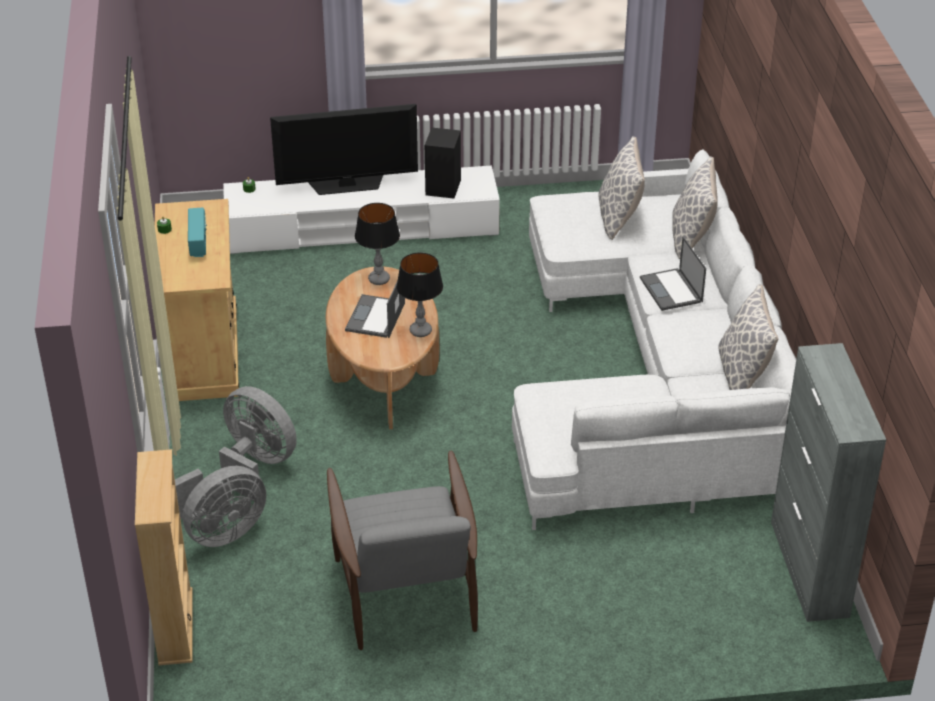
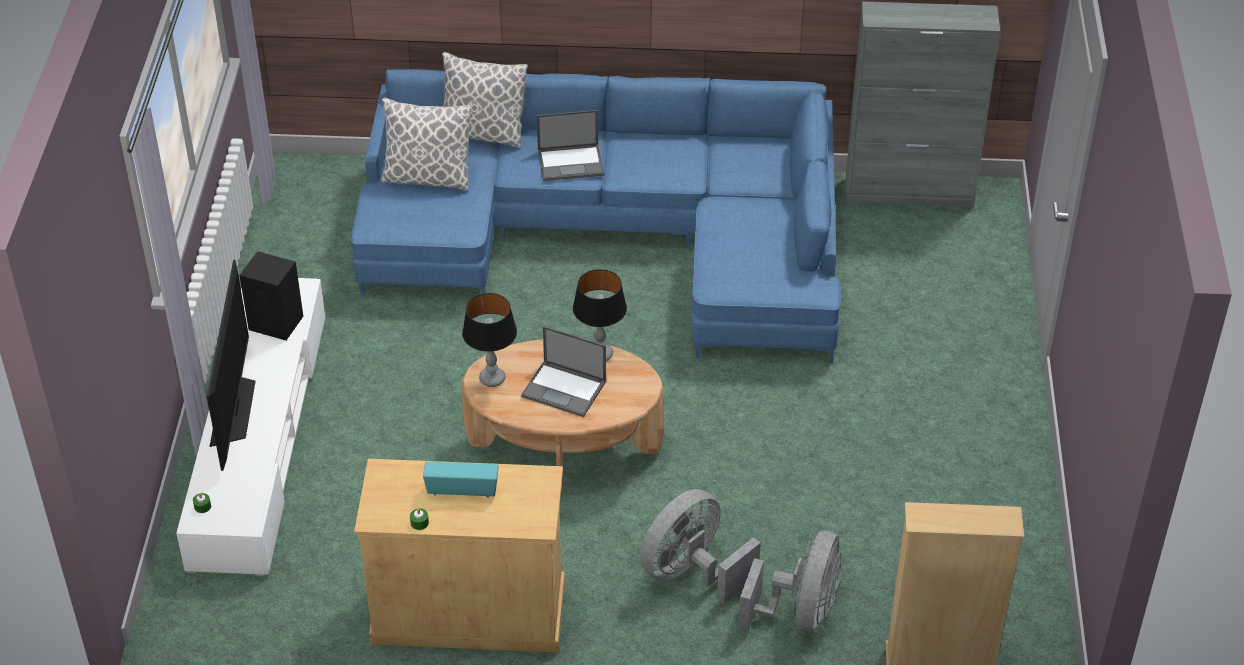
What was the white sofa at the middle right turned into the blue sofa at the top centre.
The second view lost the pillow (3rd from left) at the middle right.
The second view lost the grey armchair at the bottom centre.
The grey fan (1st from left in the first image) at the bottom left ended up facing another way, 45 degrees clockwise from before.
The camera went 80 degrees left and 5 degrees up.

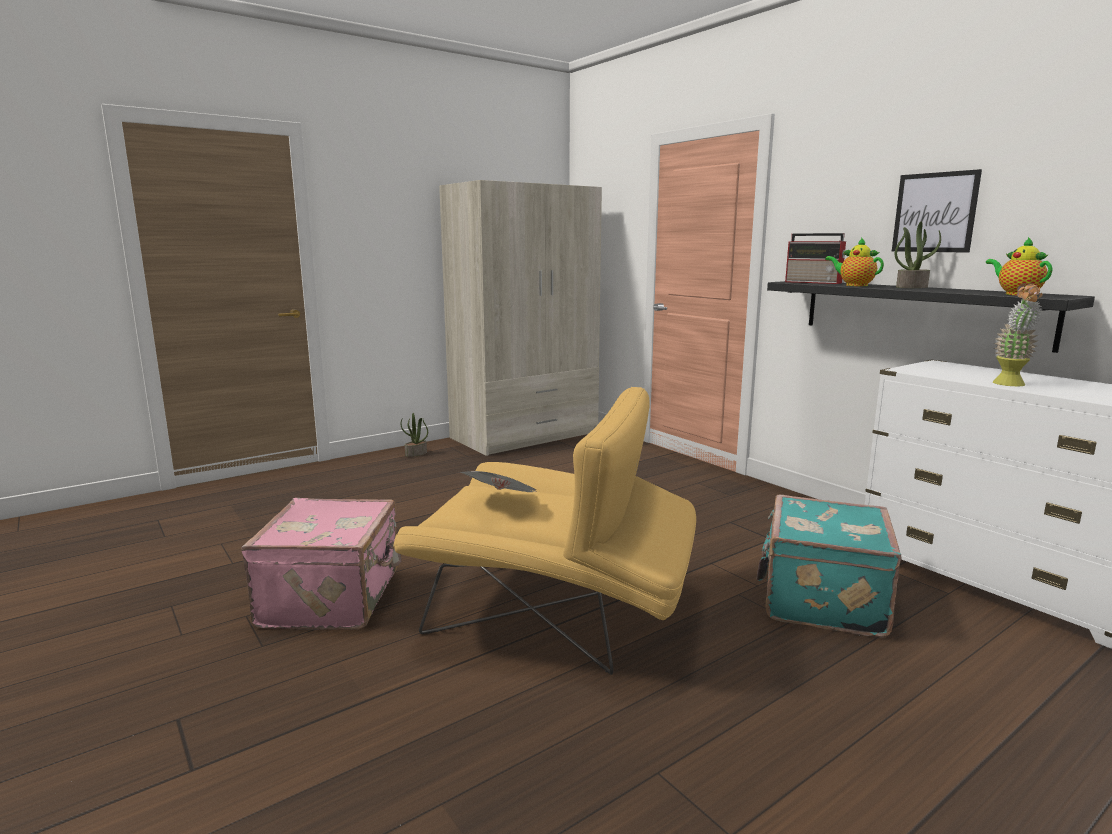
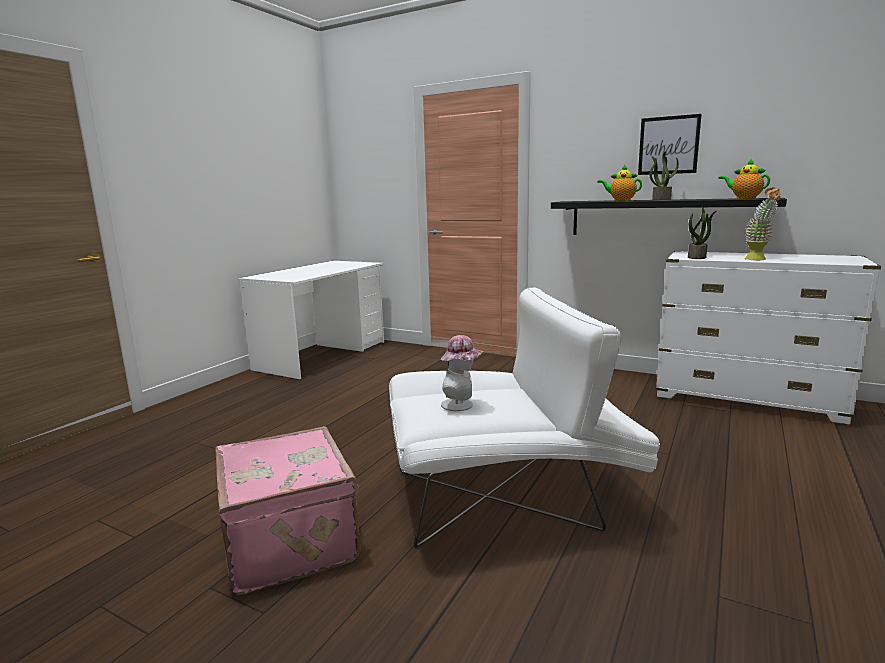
Where the beige wardrobe stood at the centre, the white desk came to stand at the centre.
The second view lost the radio at the top right.
What was the yellow armchair at the centre turned into the white armchair at the centre.
The potted plant (1st from left in the first image) ended up elsewhere, having gone from the centre to the middle right.
Where the newspaper stood at the centre, the hat came to stand at the centre.
The second view lost the turquoise suitcase at the bottom right.
The camera went 25 degrees left and 0 degrees up.

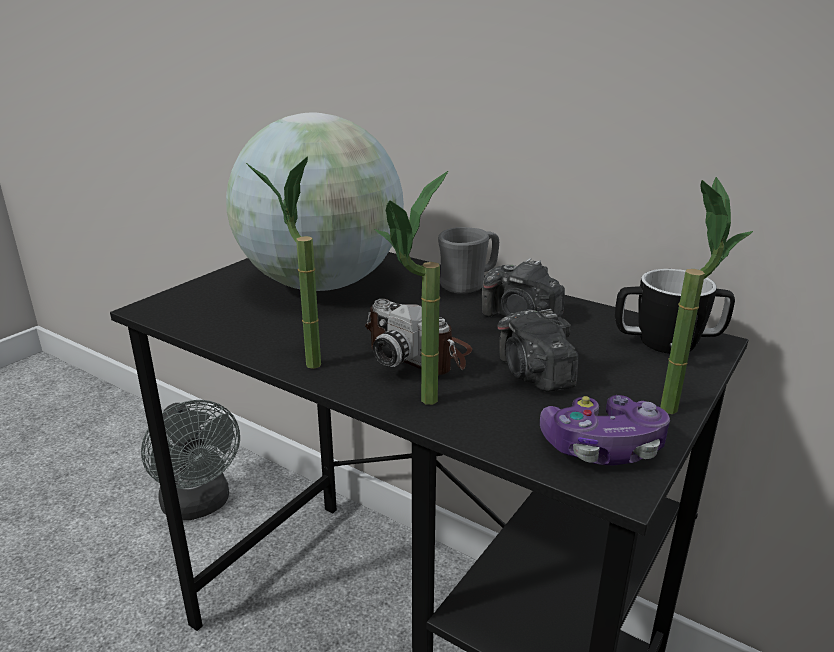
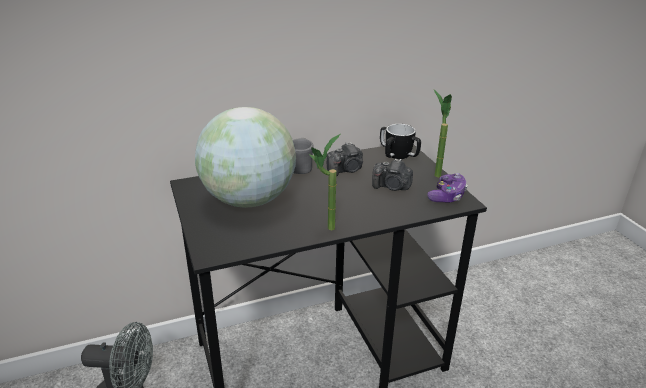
The second view lost the potted plant (2nd from left) at the centre.
The second view lost the photo camera (1st from left) at the centre.
The camera went 55 degrees left and 5 degrees up.

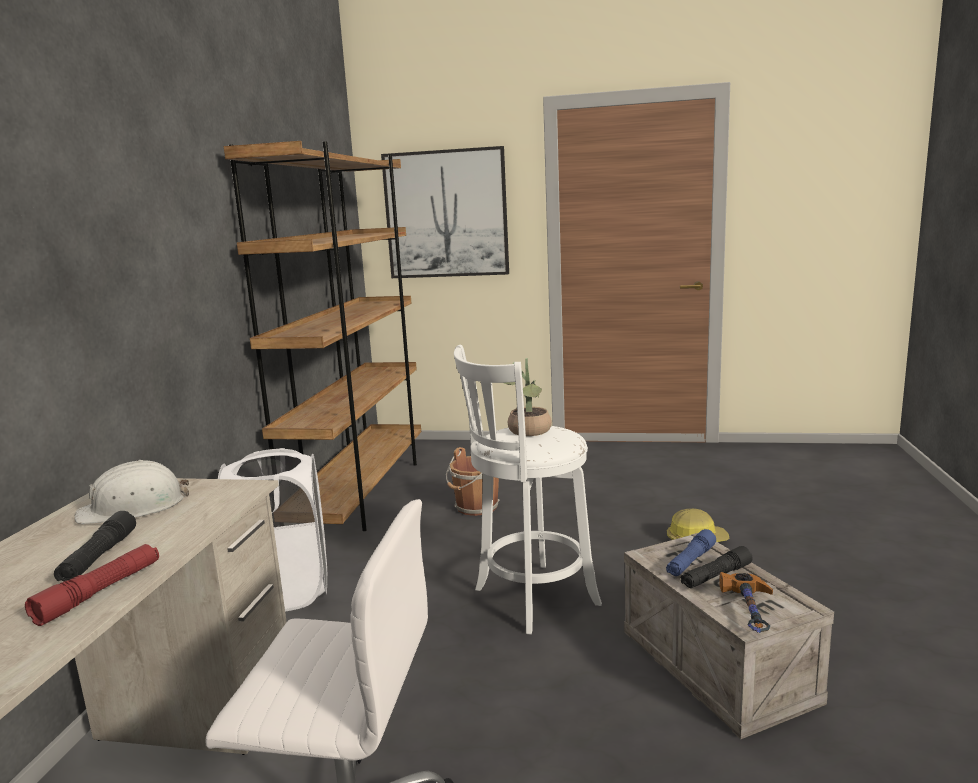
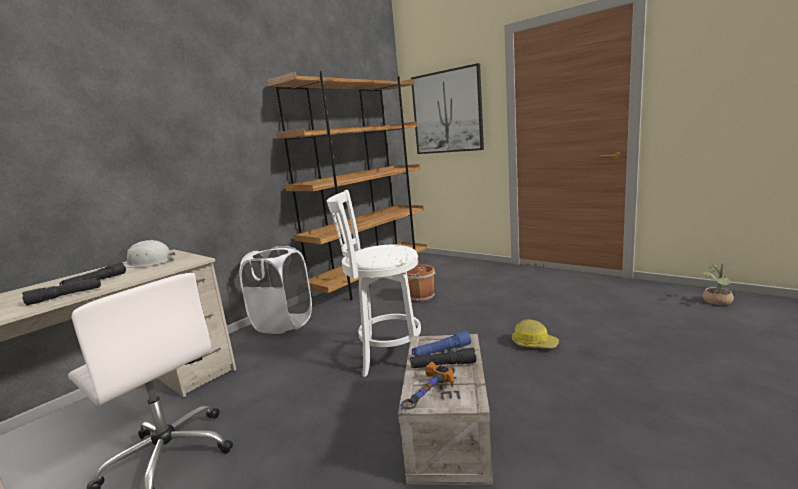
The potted plant ended up elsewhere, having gone from the centre to the middle right.
What was the red flashlight at the bottom left turned into the black flashlight (1st from left) at the middle left.
The camera went 30 degrees right and 0 degrees up.

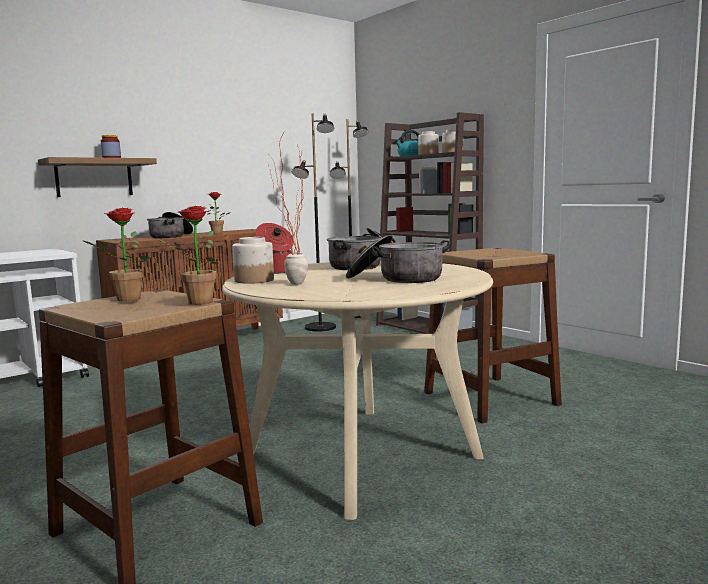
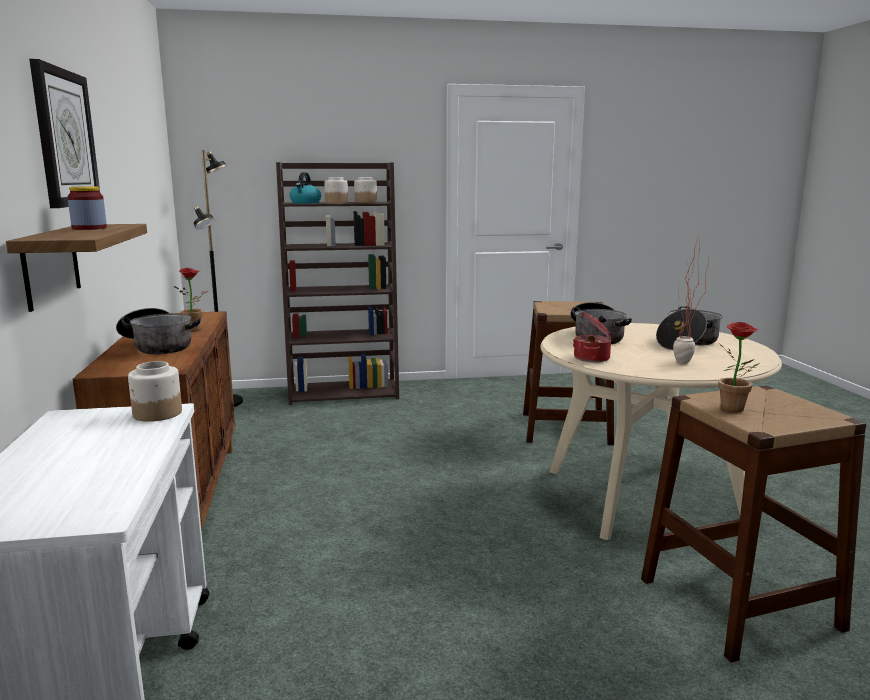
The second view lost the black floor lamp (1st from left) at the centre.
The second view lost the potted plant (2nd from left) at the middle left.
The jar (2nd from left) ended up elsewhere, having gone from the centre to the middle left.
The second view gained the wall clock at the top left.
The camera went 60 degrees left and 5 degrees up.

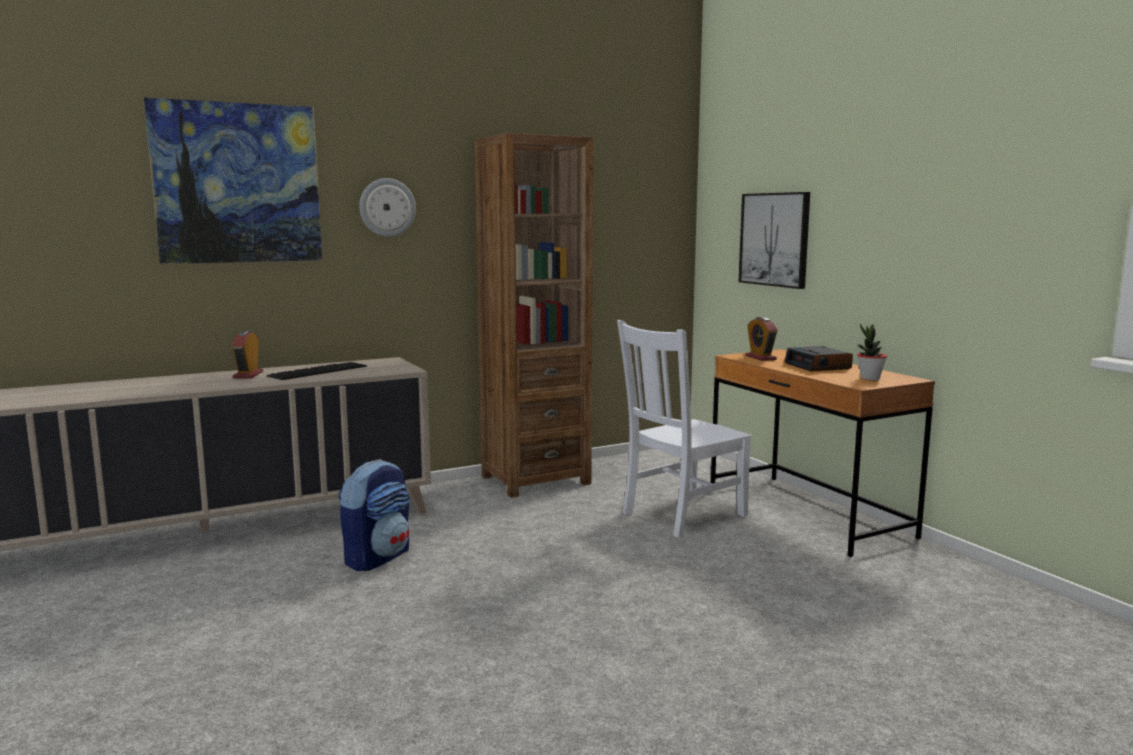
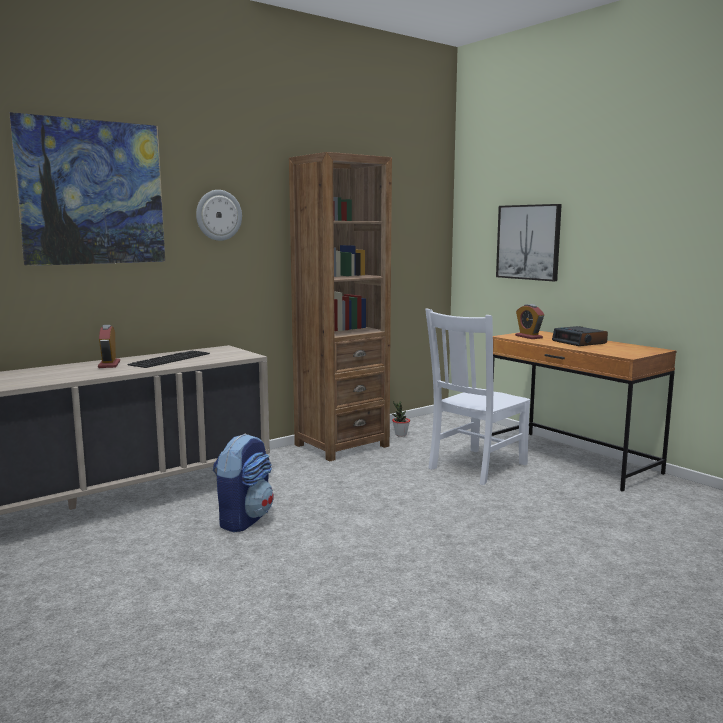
The potted plant ended up elsewhere, having gone from the middle right to the centre.
The camera went 10 degrees left and 0 degrees up.

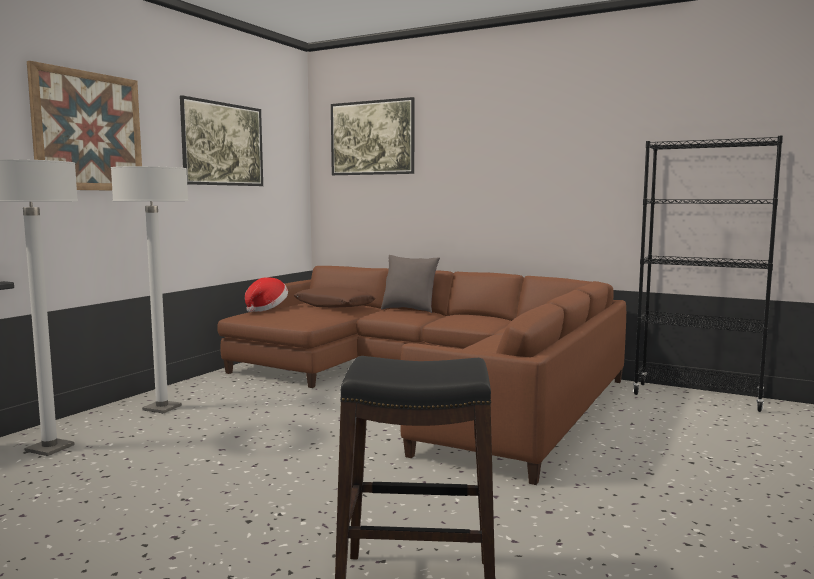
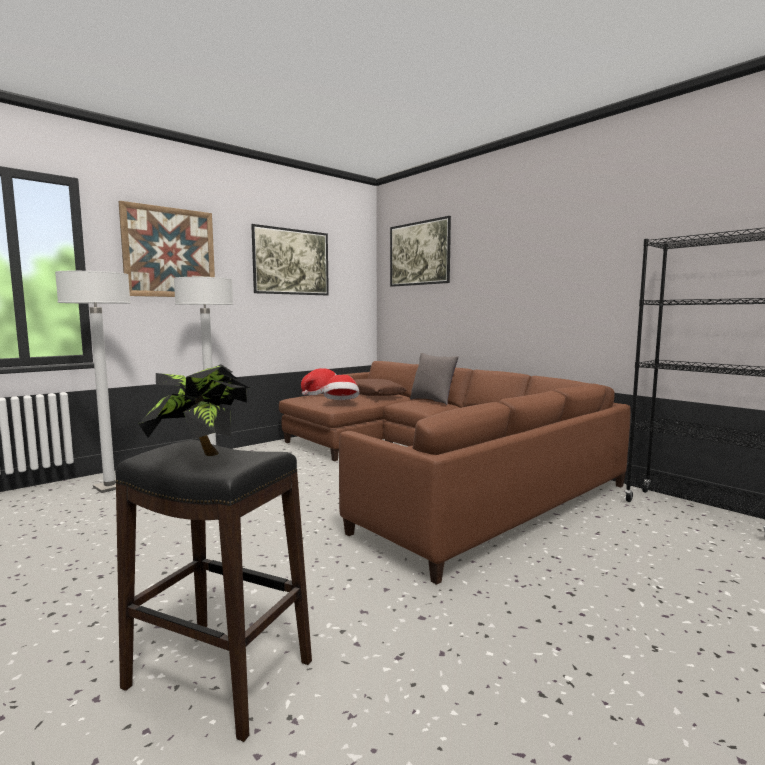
The second view gained the potted plant at the middle left.
The second view gained the hat (2nd from left) at the centre.
The camera went 20 degrees right and 0 degrees up.

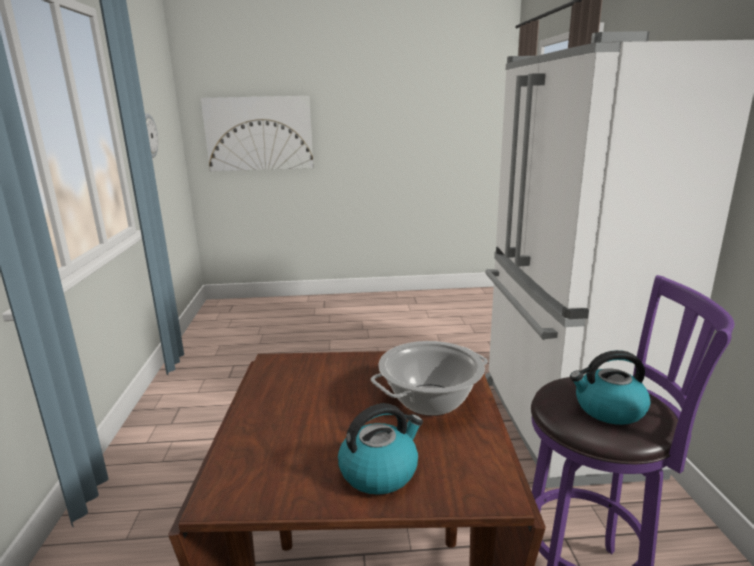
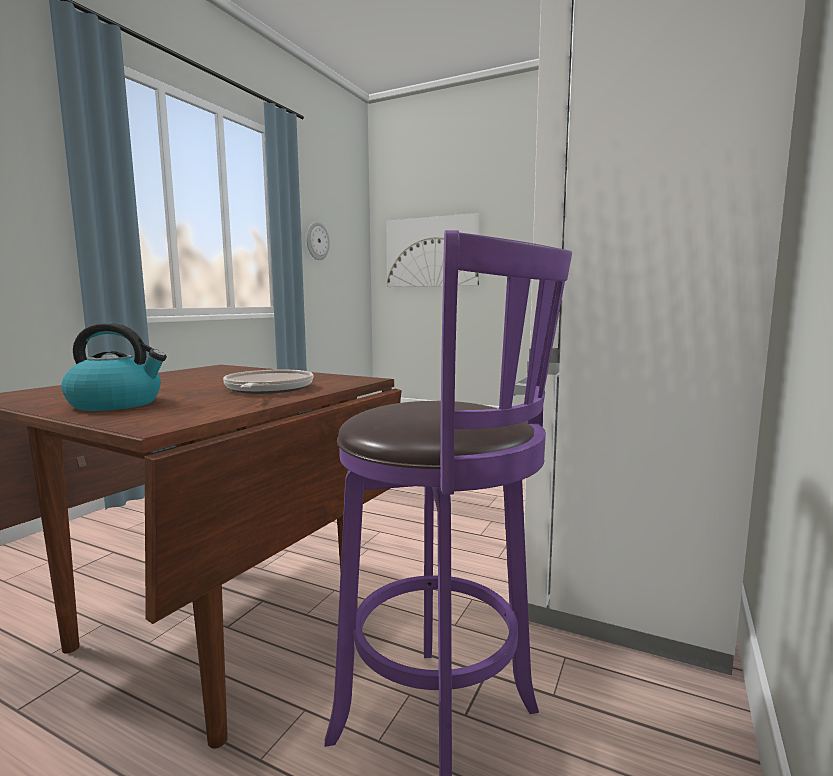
Where the cooking pot stood at the bottom centre, the frying pan came to stand at the middle left.
The second view lost the kettle (2nd from left) at the bottom right.
The camera went 30 degrees right and 10 degrees down.

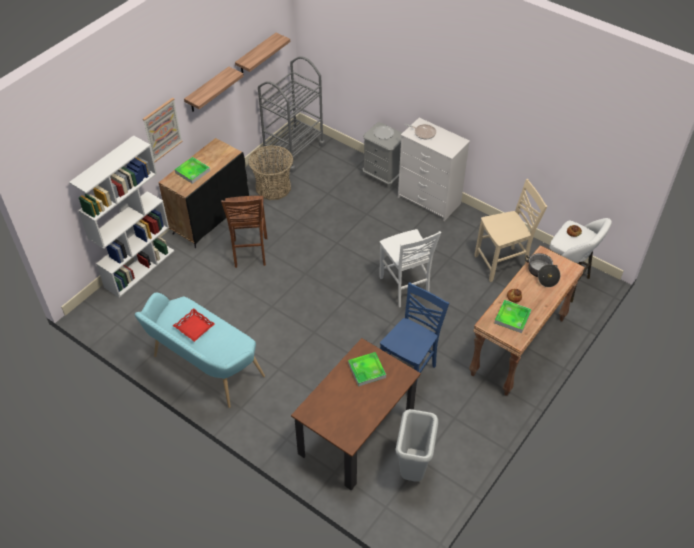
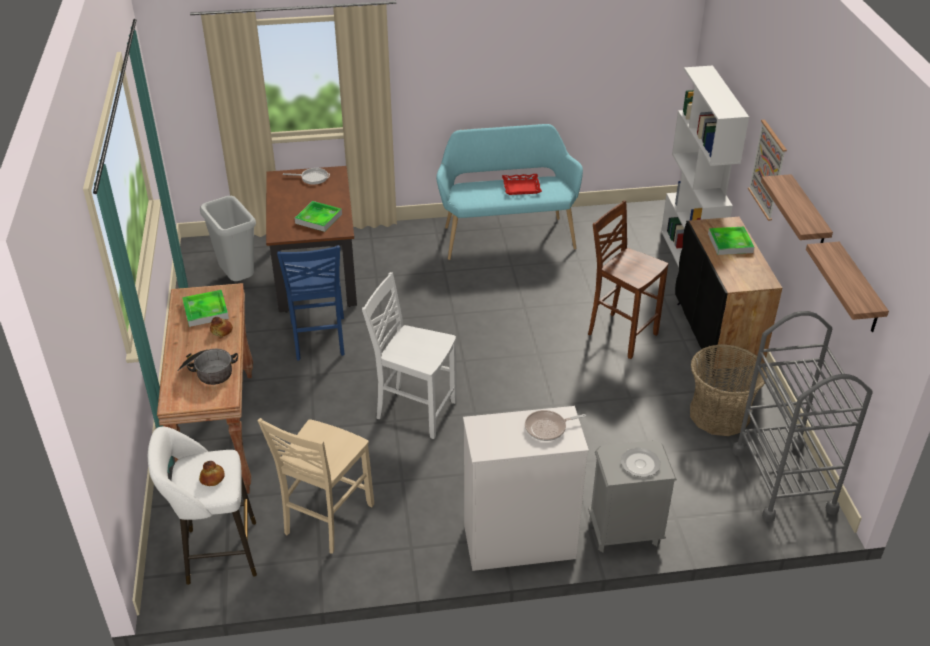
The second view gained the frying pan (1st from left) at the top left.
The camera went 135 degrees right and 10 degrees down.

